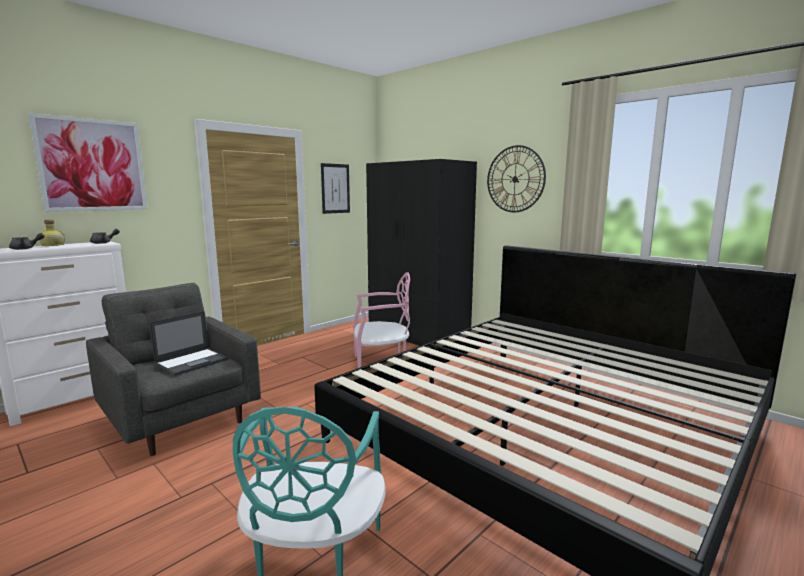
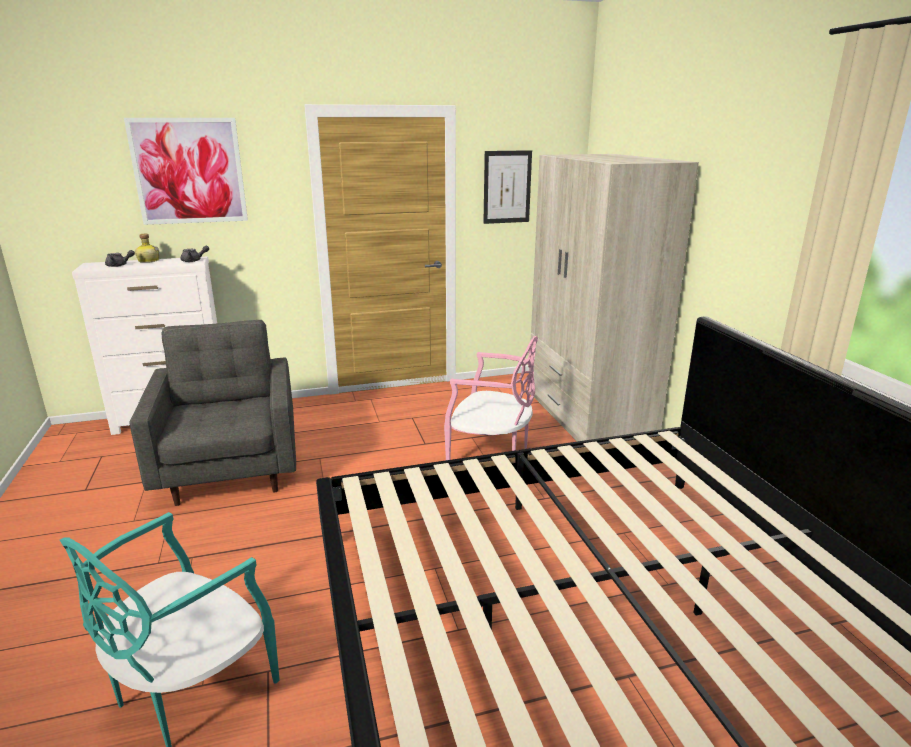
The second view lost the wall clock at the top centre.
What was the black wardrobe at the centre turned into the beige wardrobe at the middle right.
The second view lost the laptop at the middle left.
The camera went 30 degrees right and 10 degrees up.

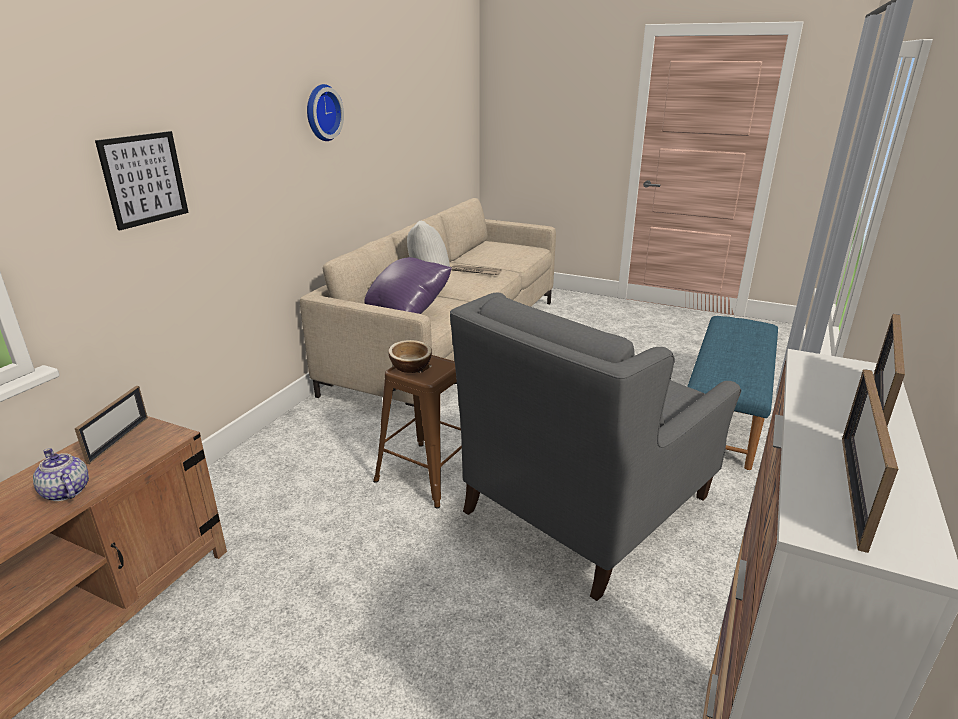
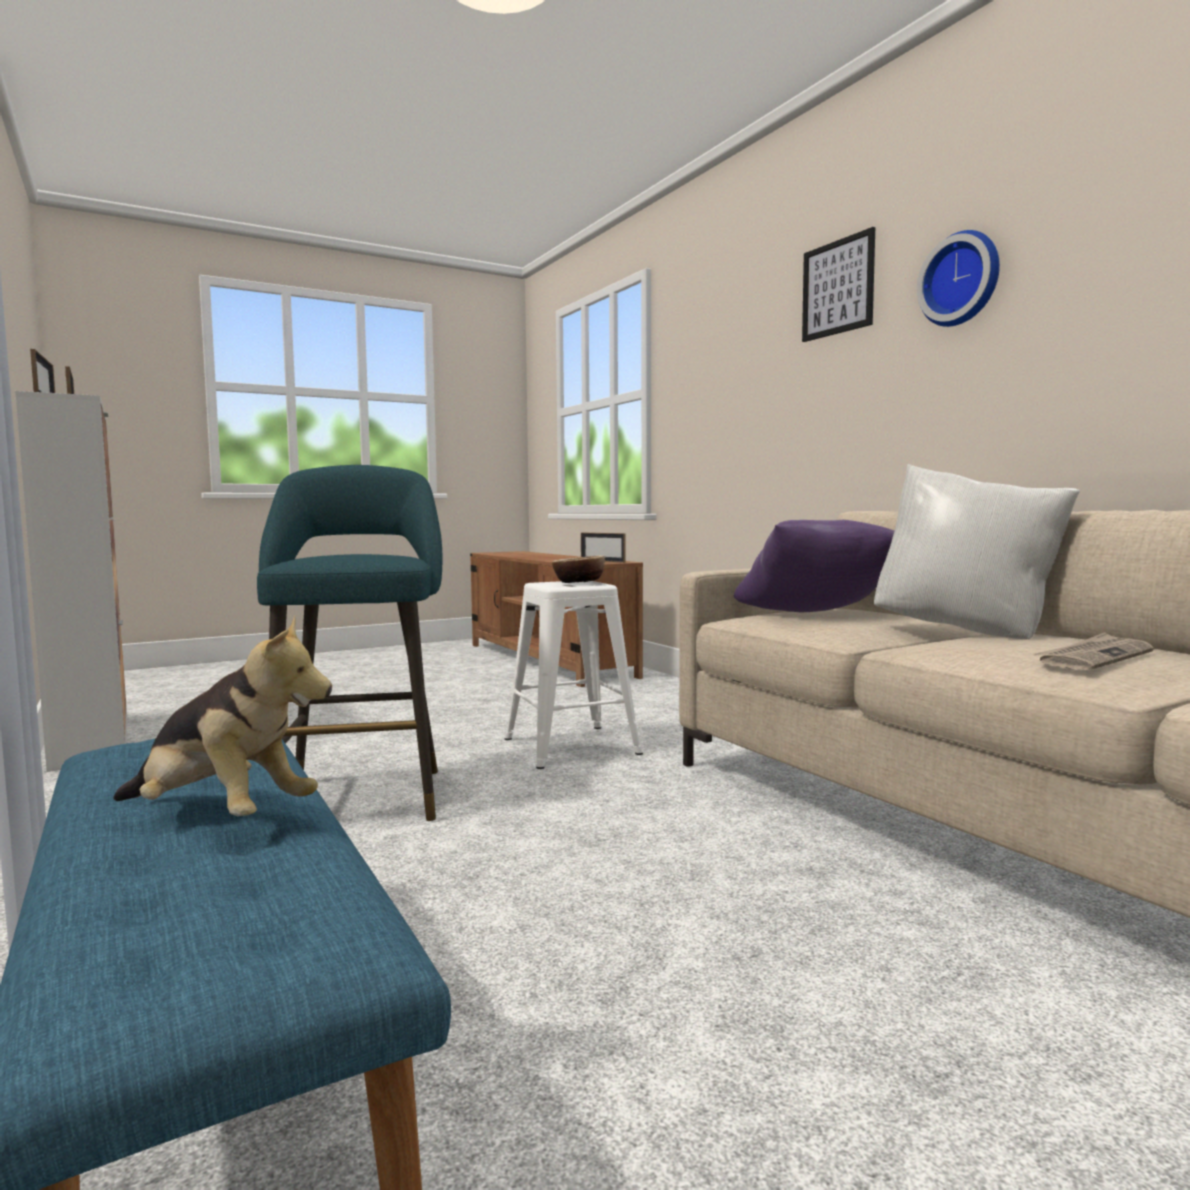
The picture ended up elsewhere, having gone from the top left to the top right.
Where the grey armchair stood at the centre, the turquoise stool came to stand at the middle left.
What was the brown stool at the centre turned into the white stool at the centre.
The second view lost the teapot at the middle left.
The second view gained the plush toy at the middle left.
The camera went 125 degrees right and 20 degrees down.

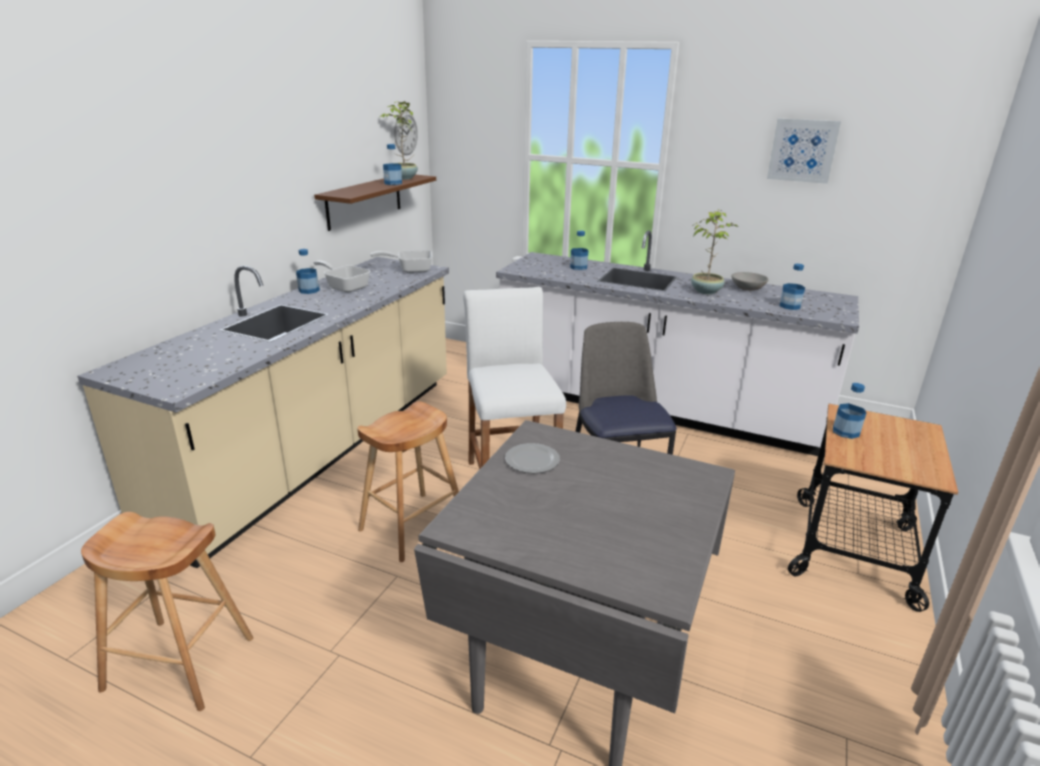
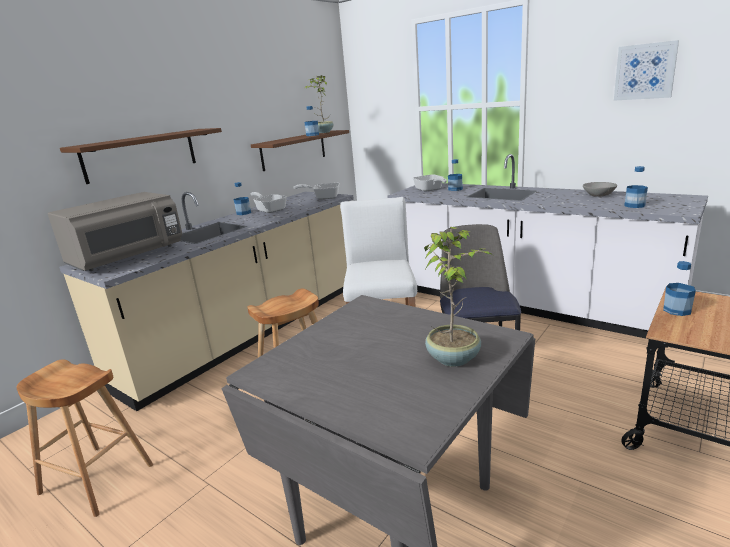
The second view lost the wall clock at the top centre.
The potted plant (2nd from left) ended up elsewhere, having gone from the top right to the centre.
The second view lost the plate at the centre.
The second view gained the brown shelf (1st from left) at the top left.
The second view gained the frying pan (3rd from left) at the centre.
The second view gained the grey microwave at the middle left.
The camera went 15 degrees right and 5 degrees down.

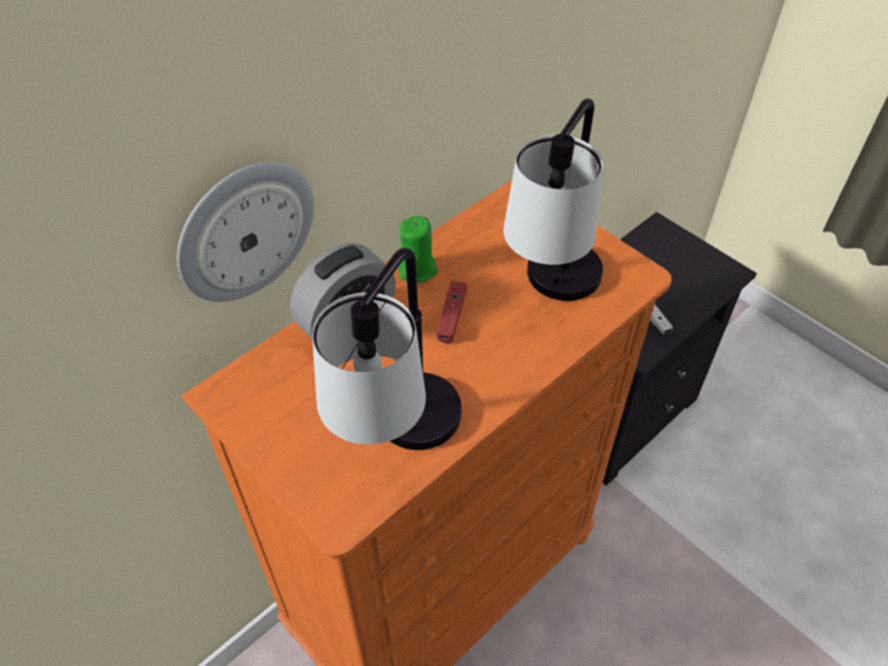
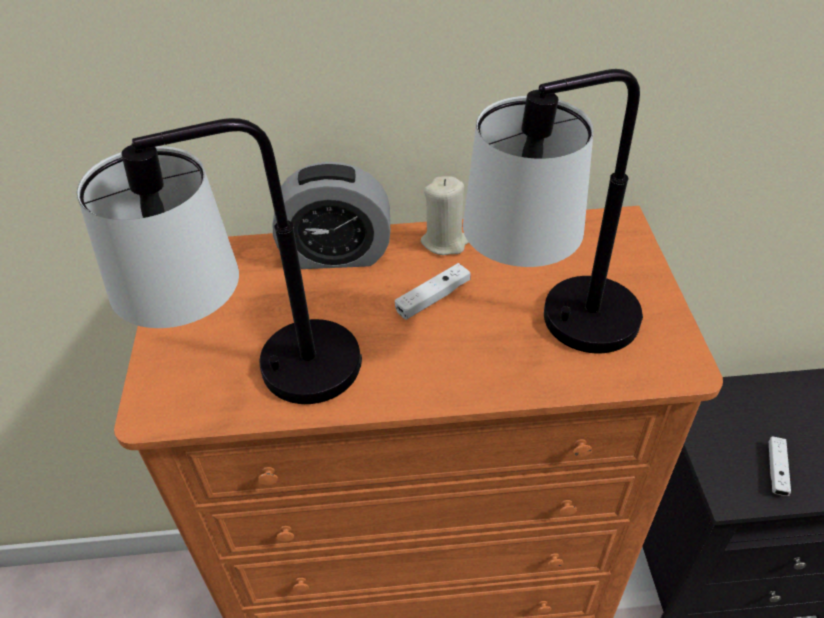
The second view lost the wall clock at the middle left.
What was the green candle at the centre turned into the beige candle at the centre.
What was the red game controller at the centre turned into the white game controller (1st from left) at the centre.
The camera went 40 degrees right and 5 degrees down.

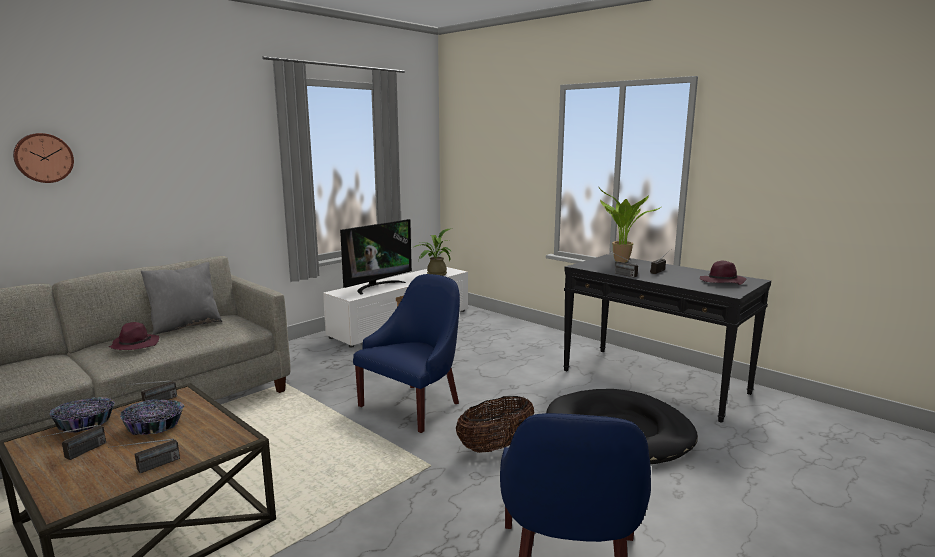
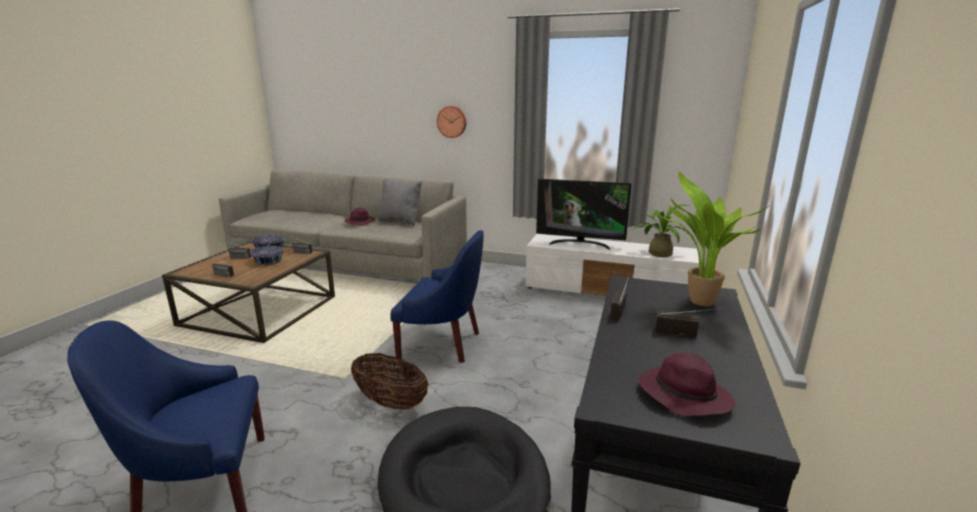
The wall clock ended up elsewhere, having gone from the top left to the top centre.
The camera went 65 degrees right and 5 degrees up.

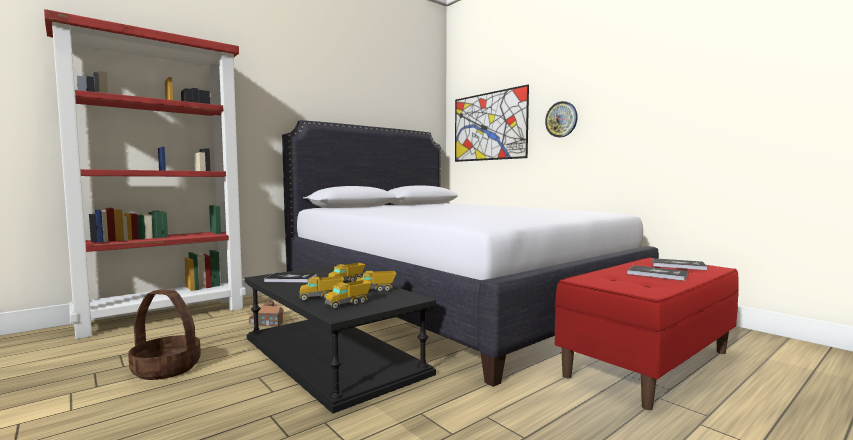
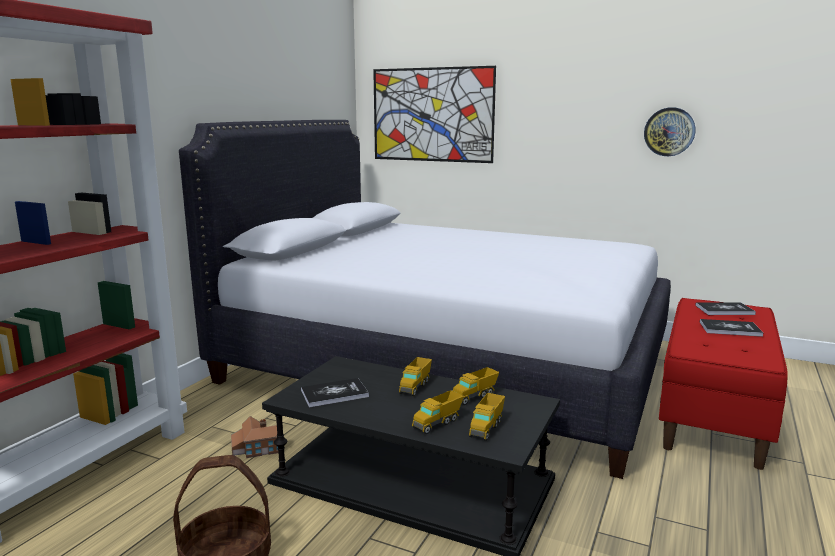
The wall clock ended up elsewhere, having gone from the top centre to the top right.
The camera went 25 degrees left and 10 degrees up.

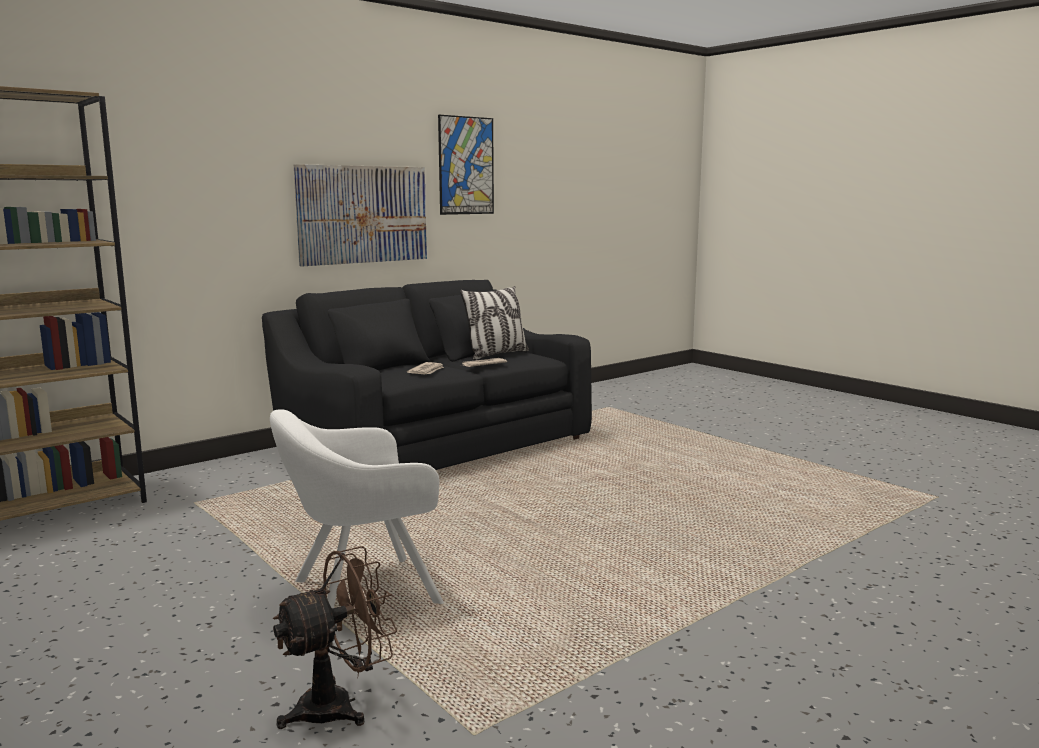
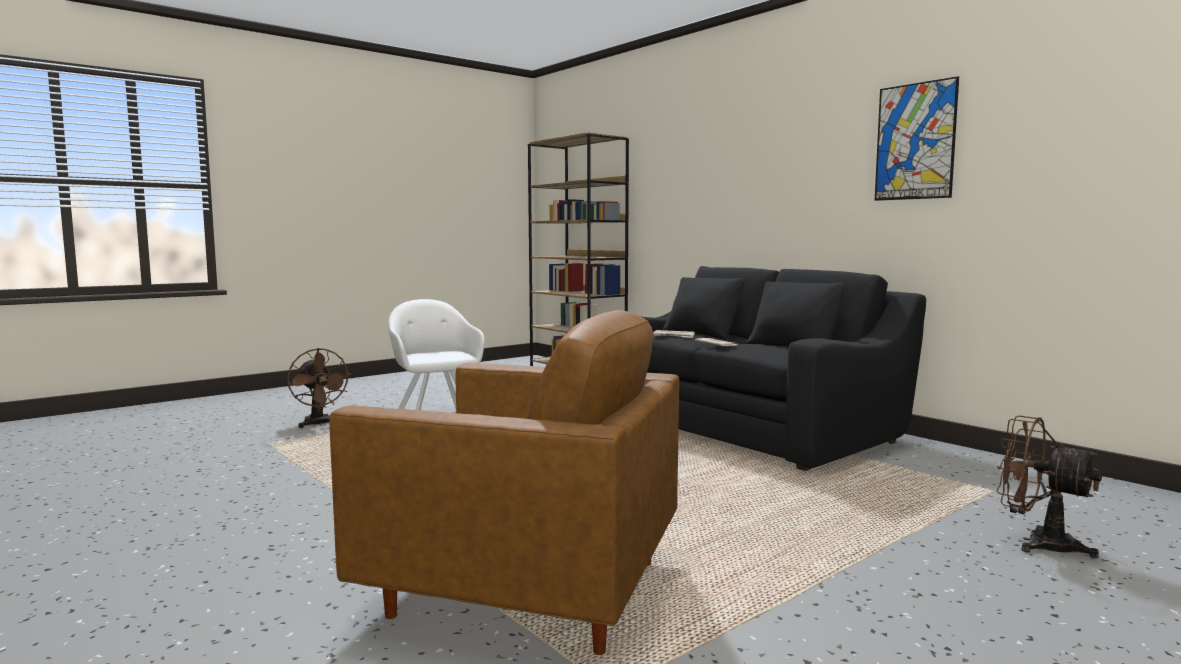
The second view lost the picture (1st from left) at the top centre.
The second view lost the pillow at the centre.
The second view gained the brown armchair at the bottom centre.
The second view gained the brown fan (2nd from left) at the bottom right.
The camera went 90 degrees right and 5 degrees down.

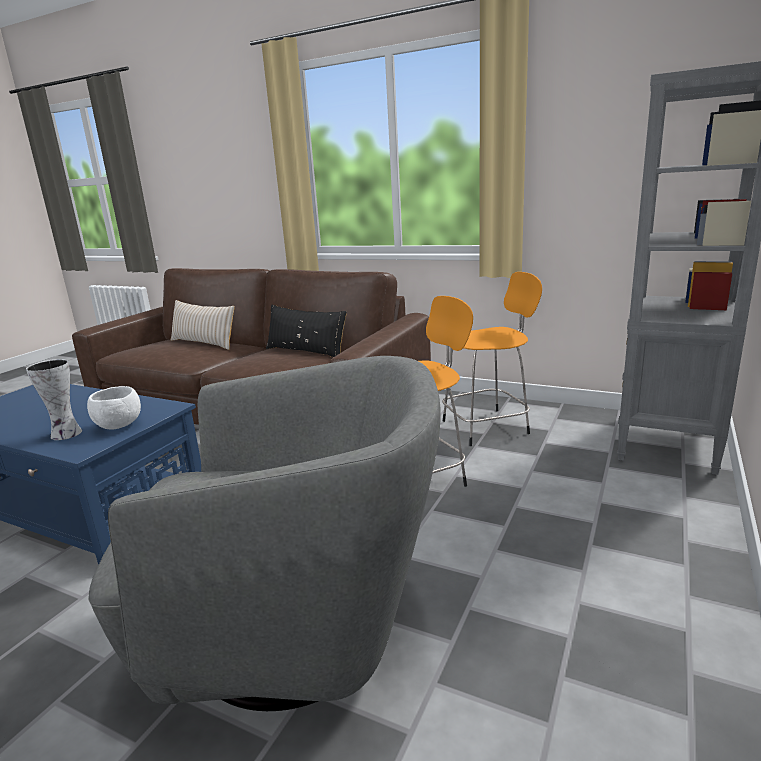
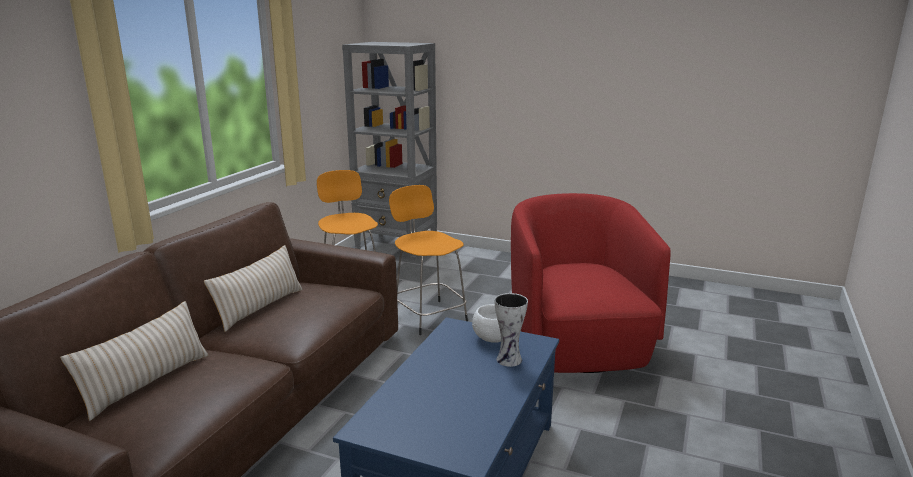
What was the black pillow at the centre turned into the beige pillow (2nd from left) at the middle left.
What was the grey armchair at the bottom centre turned into the red armchair at the centre.
The camera went 95 degrees left and 0 degrees up.

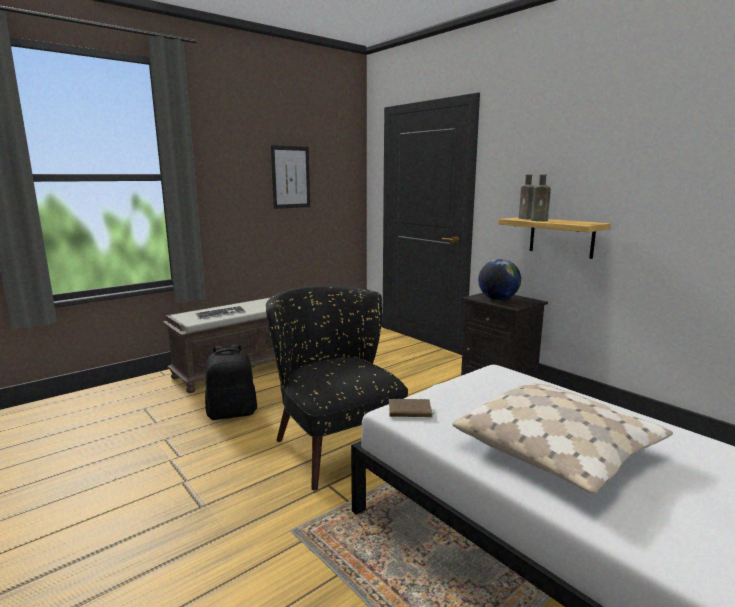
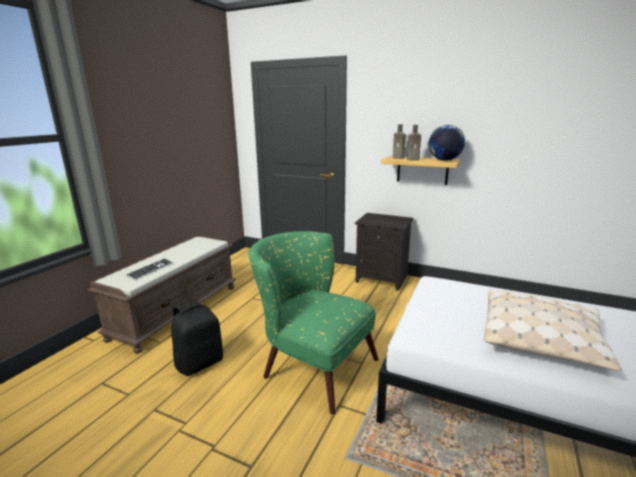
The second view lost the picture at the top centre.
The globe ended up elsewhere, having gone from the middle right to the top right.
What was the black armchair at the centre turned into the green armchair at the bottom centre.
The second view lost the brown book at the bottom centre.
The camera went 25 degrees left and 5 degrees up.

